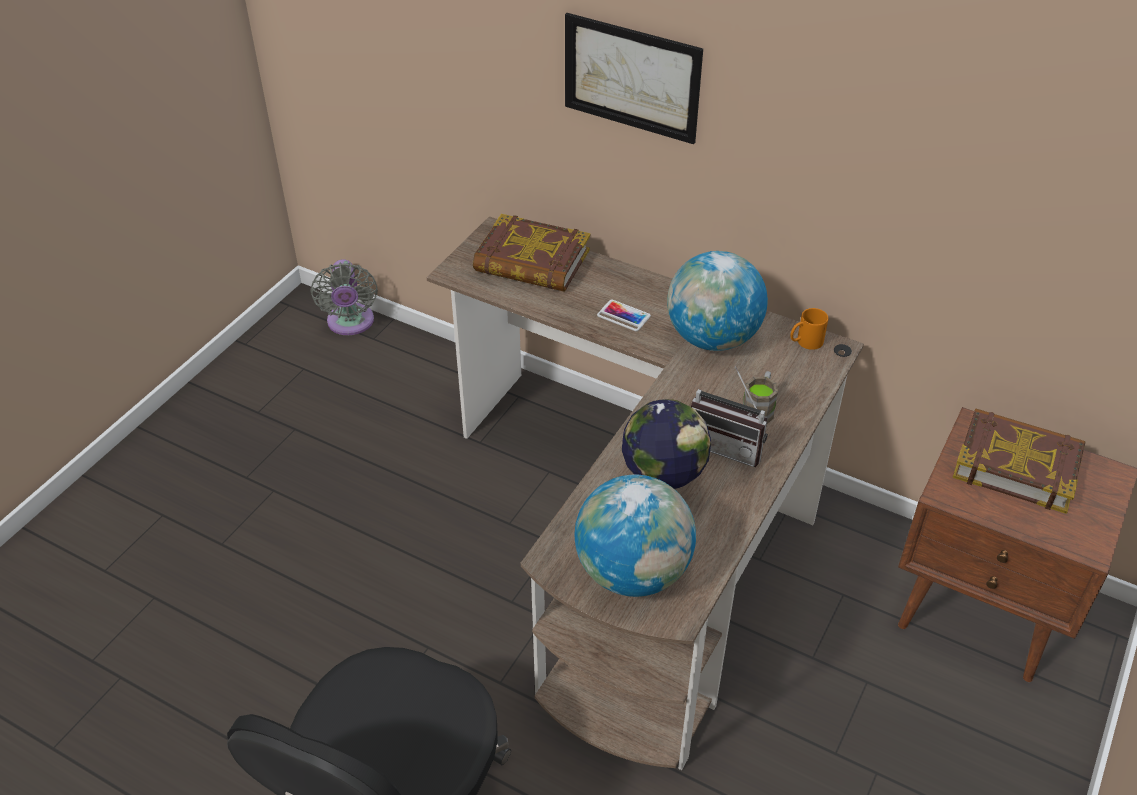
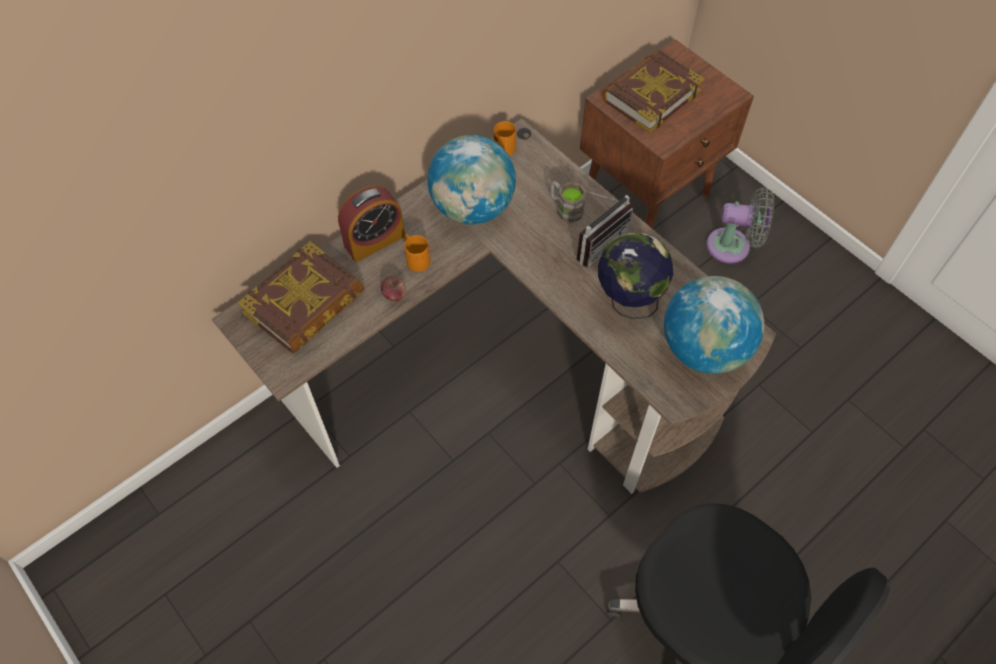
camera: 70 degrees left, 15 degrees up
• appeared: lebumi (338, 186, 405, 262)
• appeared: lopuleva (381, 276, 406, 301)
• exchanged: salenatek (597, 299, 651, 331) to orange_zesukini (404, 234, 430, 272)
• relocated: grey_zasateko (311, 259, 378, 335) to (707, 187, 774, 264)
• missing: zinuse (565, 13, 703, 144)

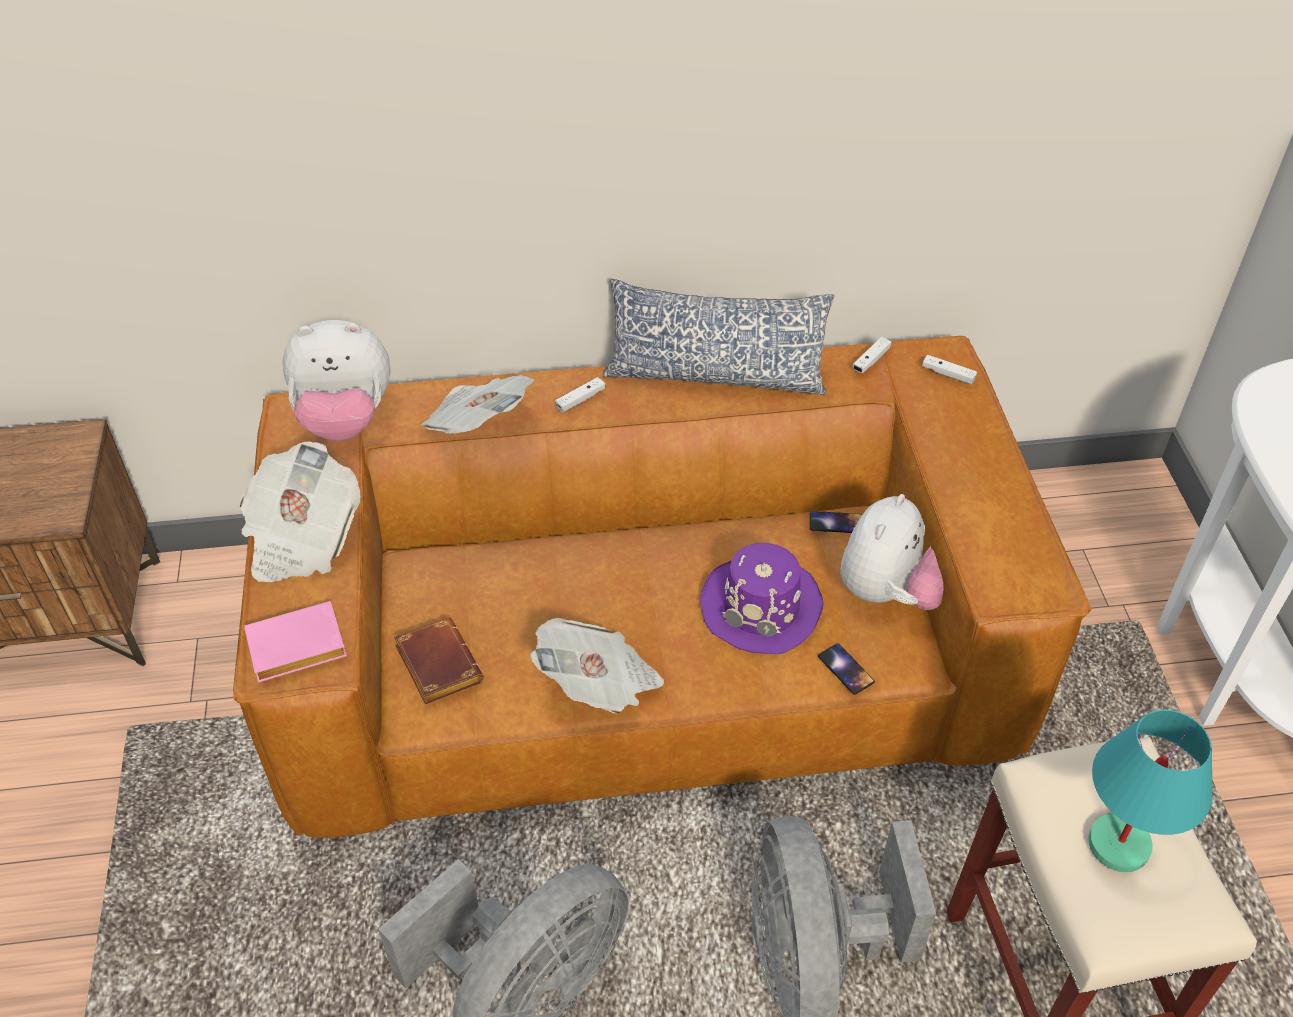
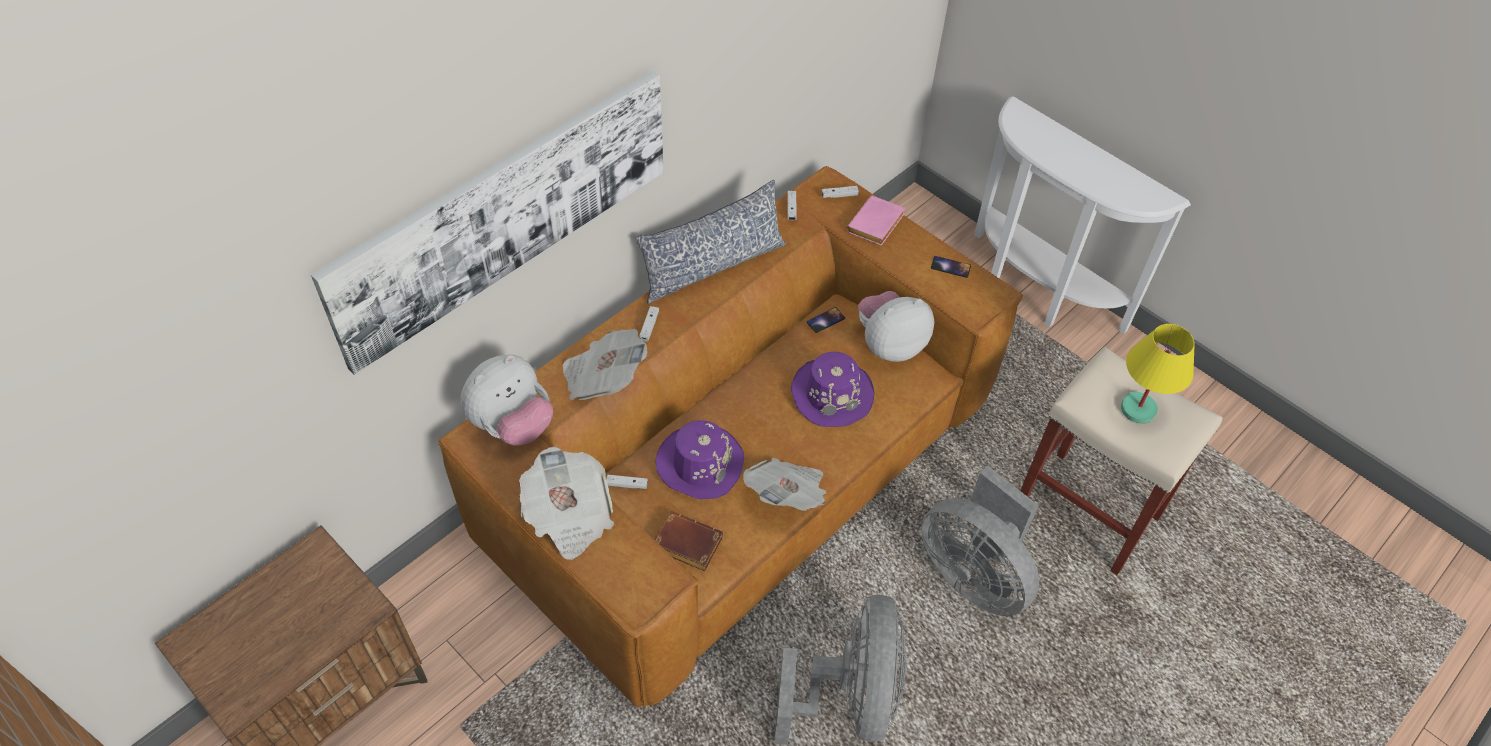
camera: 40 degrees left, 5 degrees up
• appeared: zinuse (311, 70, 664, 375)
• appeared: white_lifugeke (606, 475, 648, 489)
• appeared: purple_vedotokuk (656, 420, 744, 499)
• relocated: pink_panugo (244, 601, 347, 683) to (846, 196, 905, 246)
• spun: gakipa (840, 494, 943, 610) = (858, 291, 934, 362) 105 degrees counterclockwise
• relocated: salenatek (818, 643, 875, 695) to (931, 256, 971, 278)
• colour: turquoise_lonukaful (1088, 709, 1212, 872) to yellow_lonukaful (1121, 324, 1195, 424)

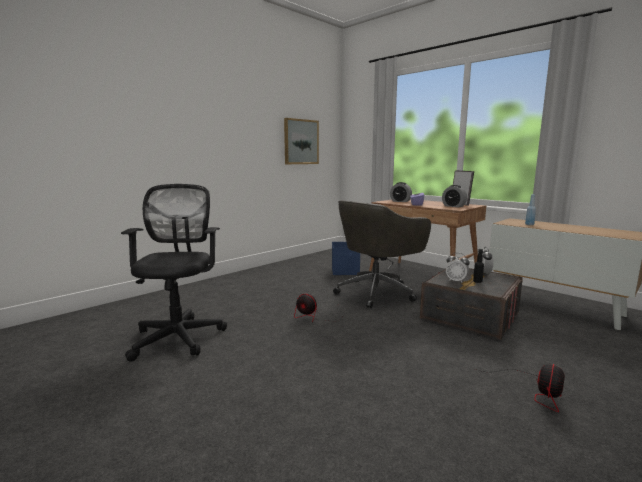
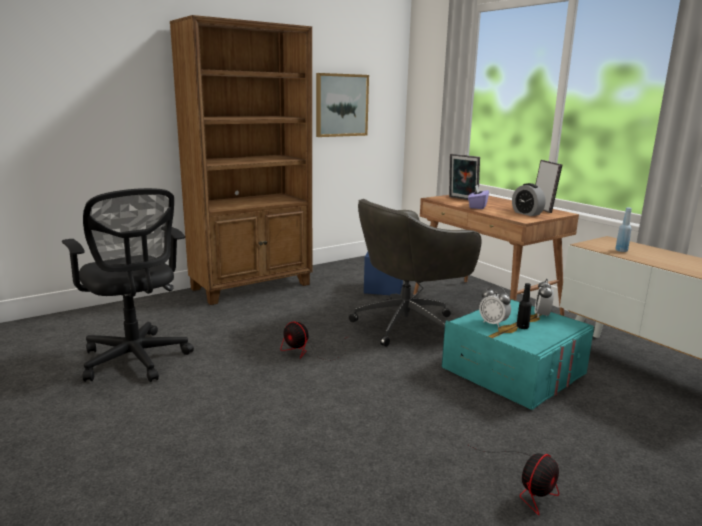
camera: 10 degrees right, 5 degrees up
• spun: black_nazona (121, 184, 227, 362) = (62, 188, 194, 382) 135 degrees clockwise
• appeared: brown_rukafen (170, 15, 312, 305)
• colour: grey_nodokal (420, 268, 523, 340) to turquoise_nodokal (442, 299, 594, 410)
• exchanged: lebumi (390, 182, 412, 202) to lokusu (449, 154, 480, 200)

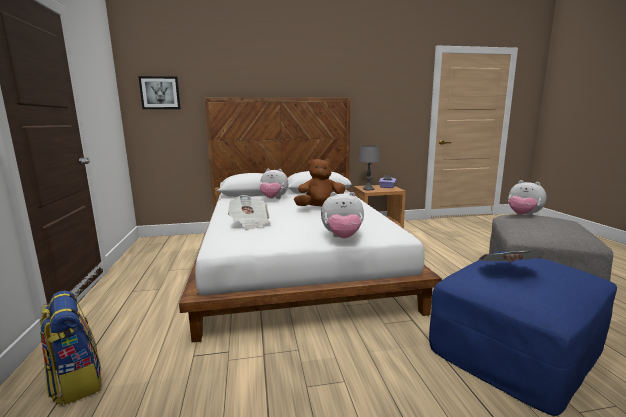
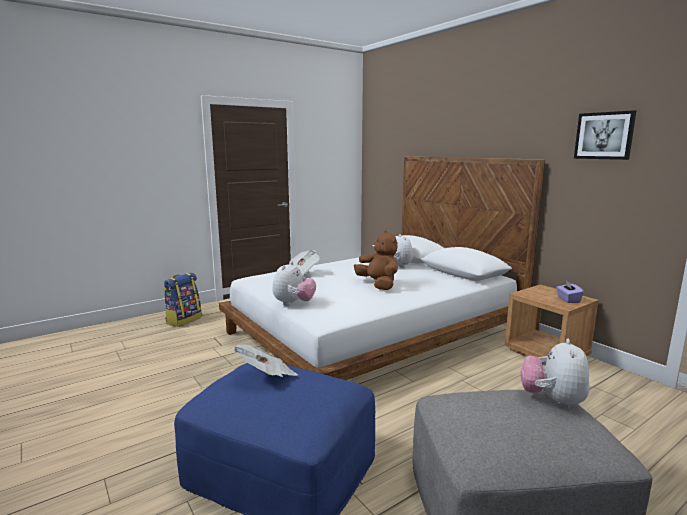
camera: 65 degrees right, 0 degrees up
• spun: gakipa (321, 192, 364, 239) = (273, 261, 316, 306) 135 degrees counterclockwise
• relocated: zinuse (138, 76, 181, 109) to (574, 110, 636, 160)
• missing: grey_lonukaful (358, 146, 380, 190)

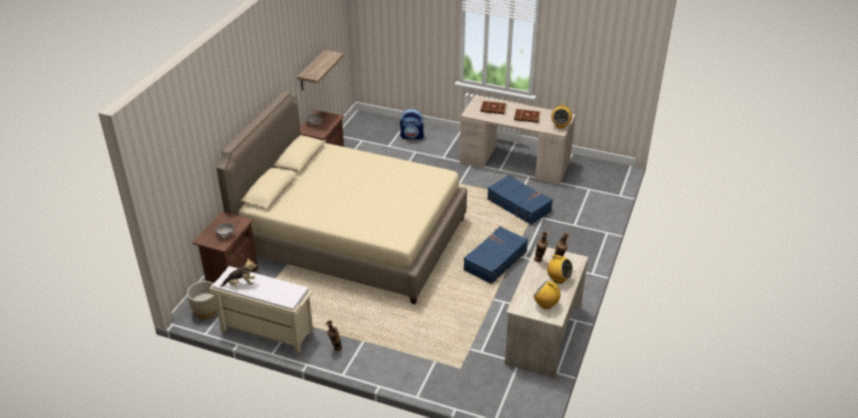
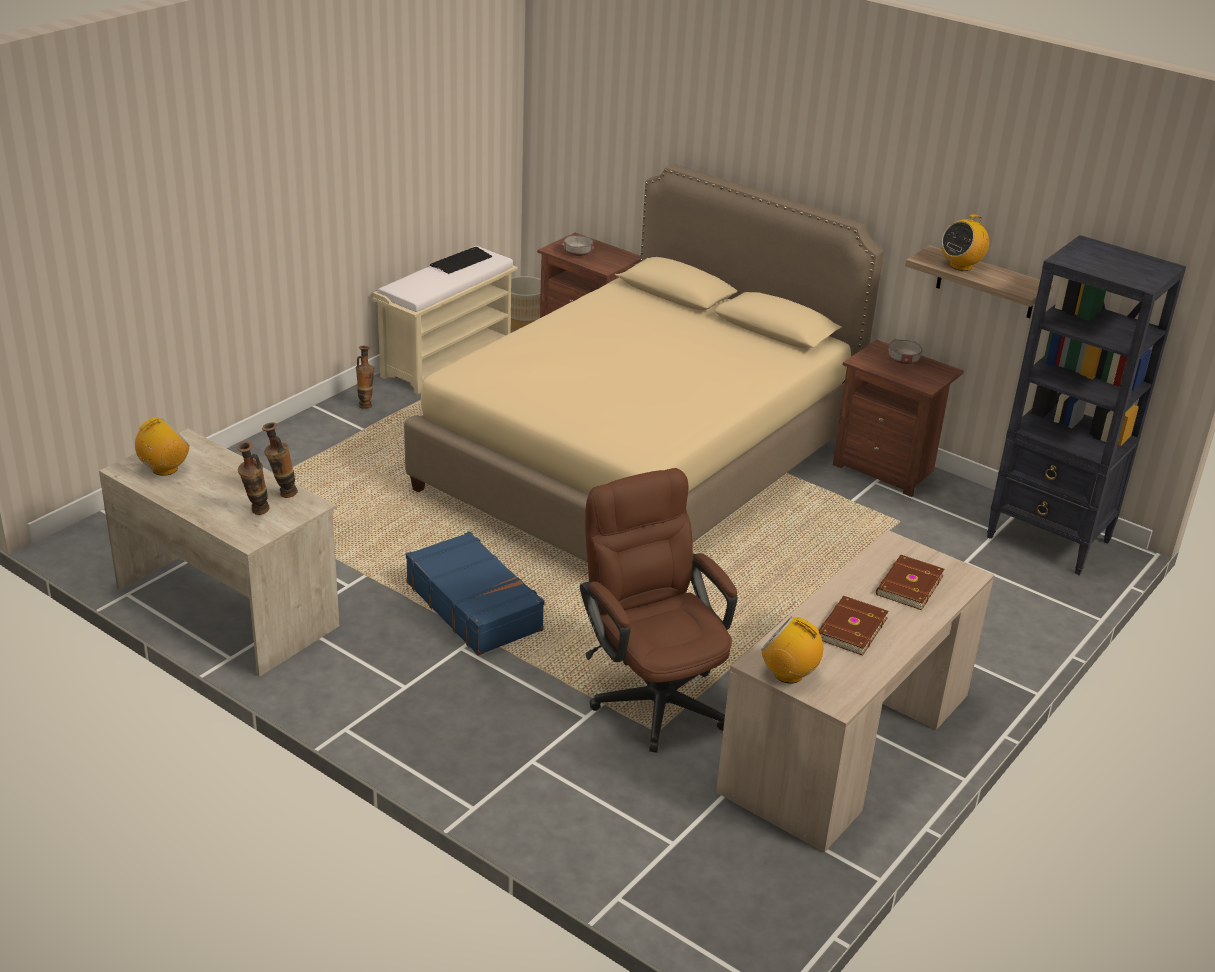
camera: 105 degrees right, 5 degrees down
• exchanged: gakipa (220, 258, 257, 287) to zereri (430, 247, 492, 274)
• exchanged: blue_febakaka (487, 175, 553, 225) to brown_nazona (580, 468, 738, 753)
• relocated: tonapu (545, 255, 573, 284) to (941, 214, 989, 271)
• appeared: black_rukafen (987, 235, 1186, 575)
• missing: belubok (400, 108, 424, 140)

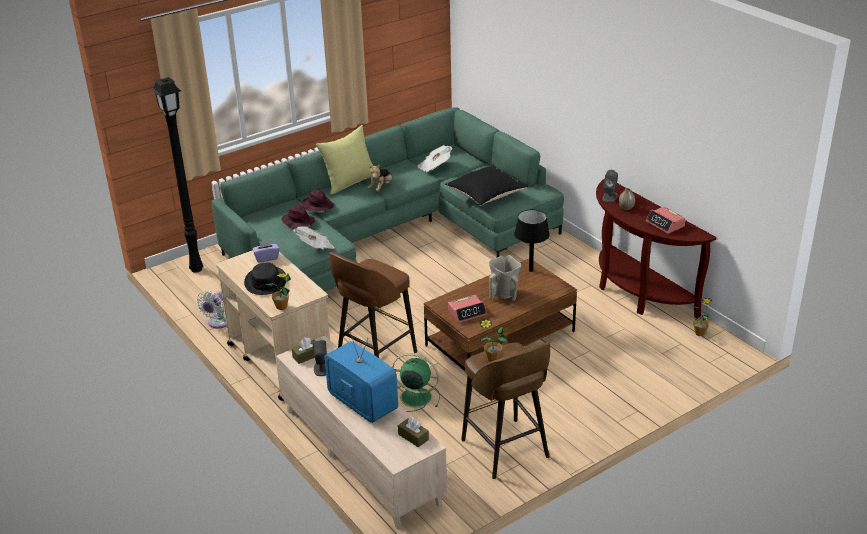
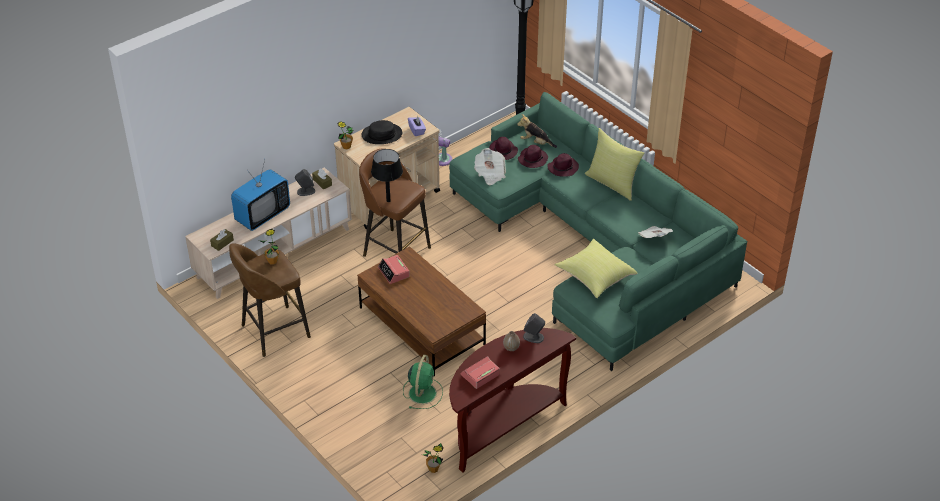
camera: 85 degrees right, 10 degrees up
• relocated: black_lonukaful (514, 209, 550, 272) to (371, 149, 403, 202)
• relocated: green_zasateko (392, 353, 440, 412) to (403, 355, 443, 409)
• appeared: purple_vedotokuk (489, 137, 518, 160)
• relocated: gakipa (367, 164, 392, 191) to (517, 114, 557, 148)
• colour: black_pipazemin (445, 166, 528, 206) to yellow_pipazemin (555, 239, 637, 298)
• missing: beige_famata (489, 255, 521, 301)

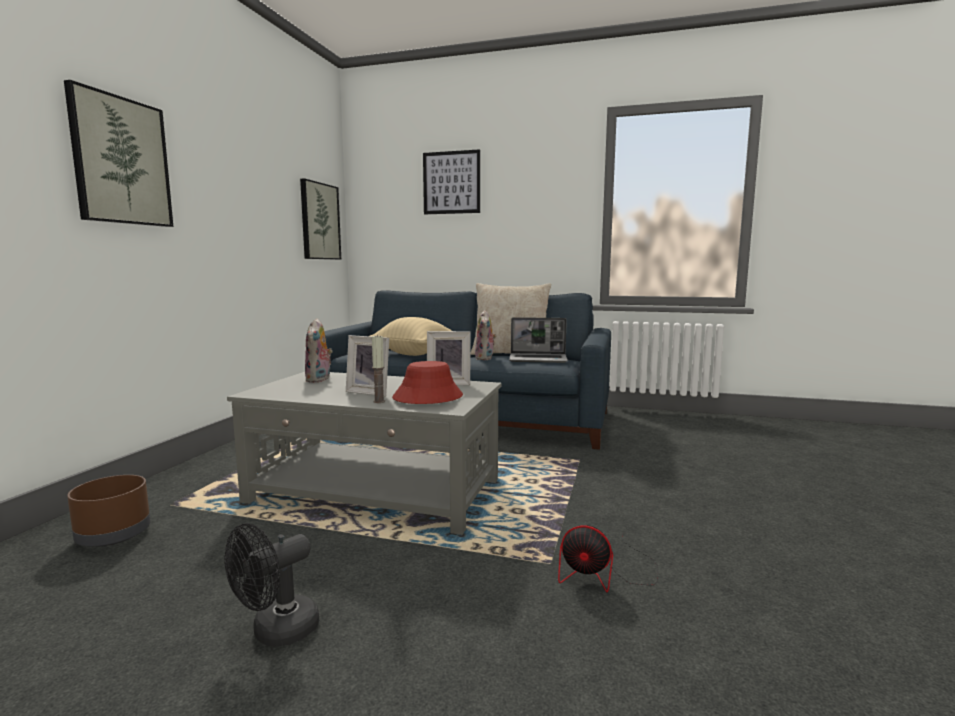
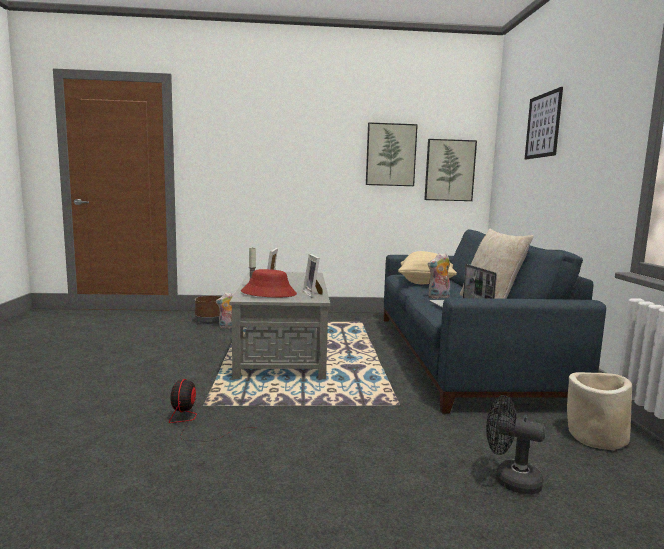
camera: 70 degrees right, 0 degrees up
• relocated: gakipa (305, 318, 333, 383) to (216, 292, 234, 328)
• relocated: zinuse (64, 80, 173, 227) to (366, 122, 418, 186)
• relocated: black_zasateko (224, 523, 319, 647) to (486, 395, 546, 495)
• appeared: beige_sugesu (567, 372, 632, 450)

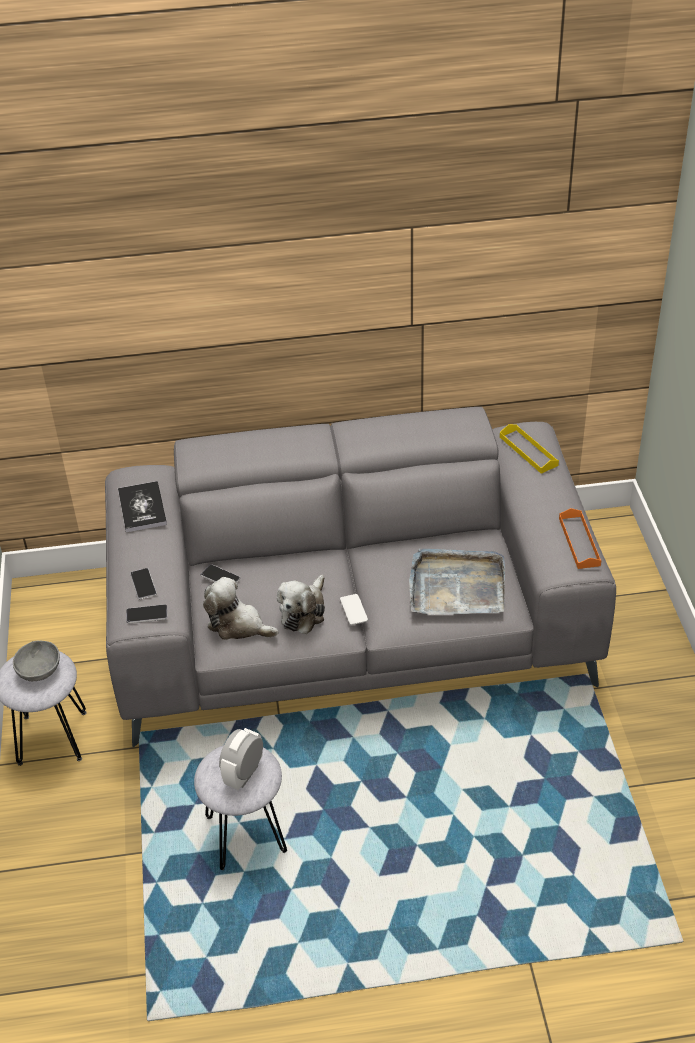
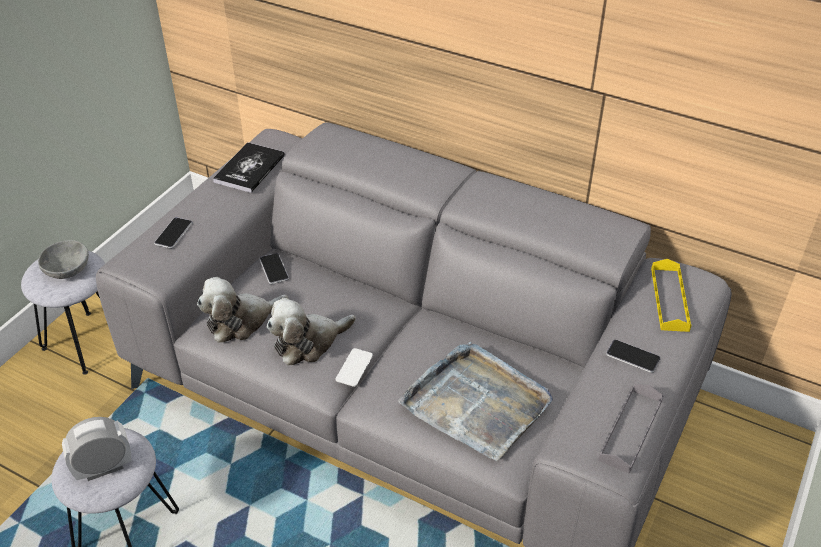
camera: 35 degrees right, 0 degrees up
• spun: gakipa (203, 577, 279, 640) = (197, 277, 288, 343) 90 degrees counterclockwise
• colour: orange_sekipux (559, 508, 601, 569) to grey_sekipux (598, 384, 664, 474)
• relocated: salenatek (126, 604, 168, 624) to (606, 340, 660, 373)

